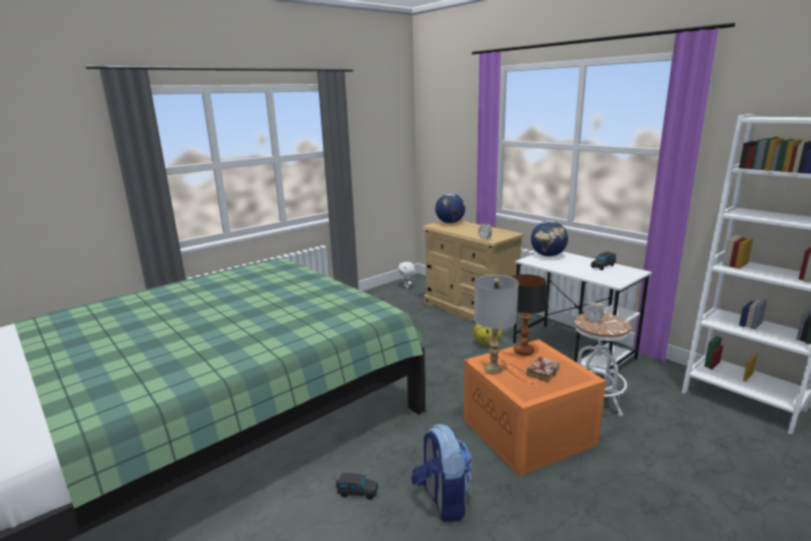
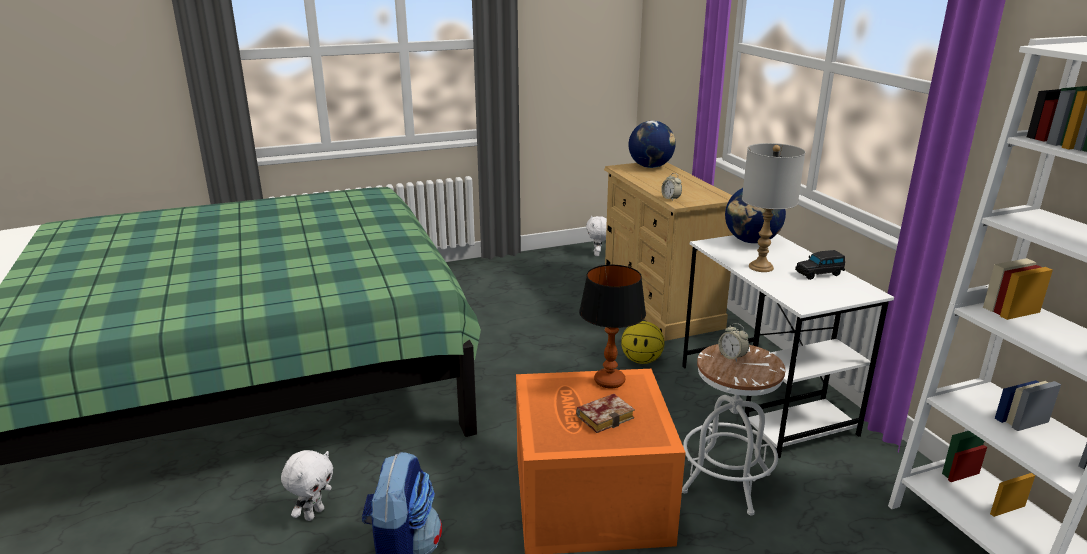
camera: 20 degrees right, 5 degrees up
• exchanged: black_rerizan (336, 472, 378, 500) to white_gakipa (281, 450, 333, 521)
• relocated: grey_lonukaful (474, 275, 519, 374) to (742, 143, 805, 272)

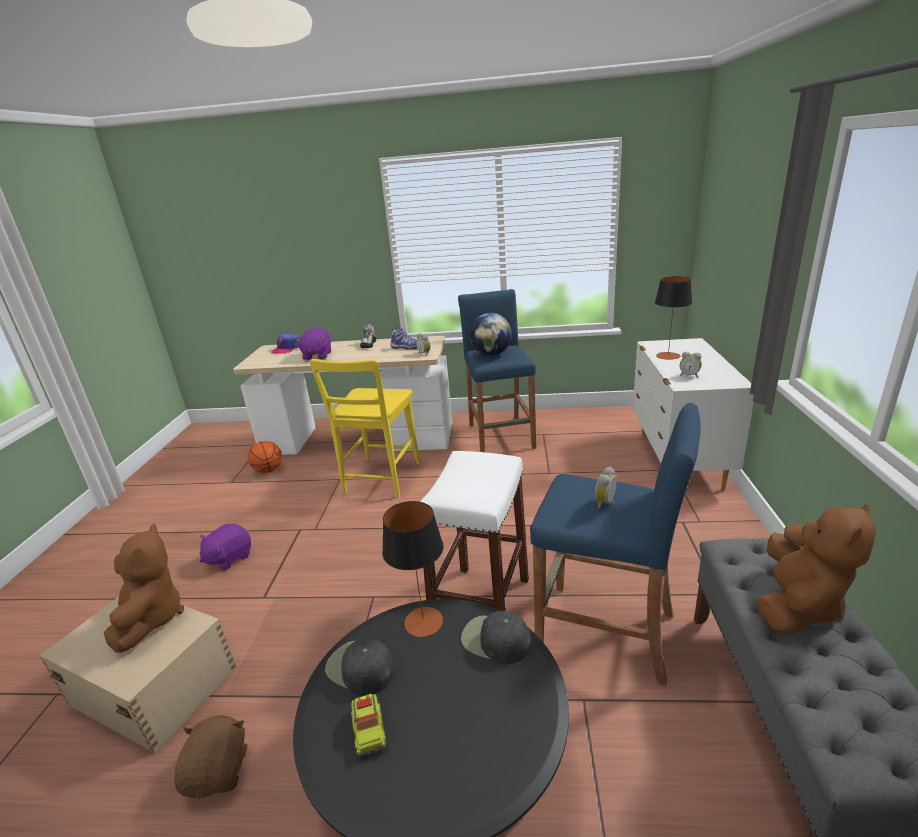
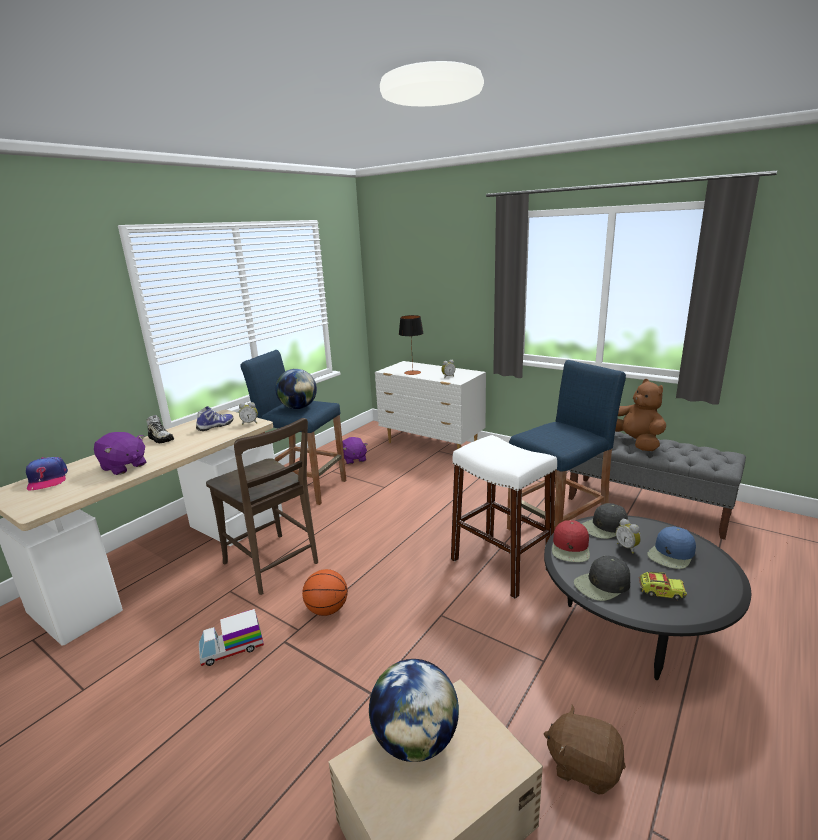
camera: 60 degrees left, 5 degrees down
• appeared: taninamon (199, 609, 264, 666)
• colour: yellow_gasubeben (310, 359, 421, 498) to brown_gasubeben (206, 418, 318, 595)
• relocated: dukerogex (248, 441, 282, 473) to (302, 569, 348, 616)
• relocated: purple_gakipa (199, 524, 251, 571) to (342, 437, 367, 464)
• exchanged: brown_gakipa (104, 524, 184, 652) to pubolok (369, 659, 459, 762)
• exchanged: lonukaful (382, 501, 444, 637) to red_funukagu (552, 520, 590, 562)
• relocated: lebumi (595, 467, 617, 509) to (616, 518, 641, 553)
• appeared: blue_funukagu (647, 526, 696, 569)

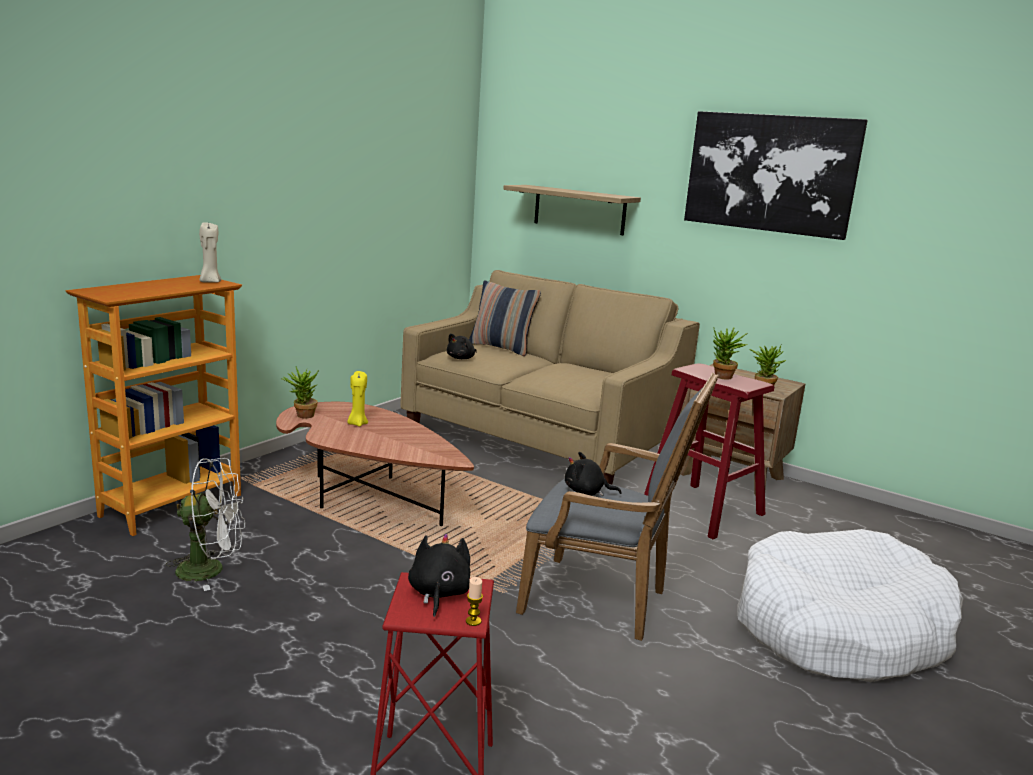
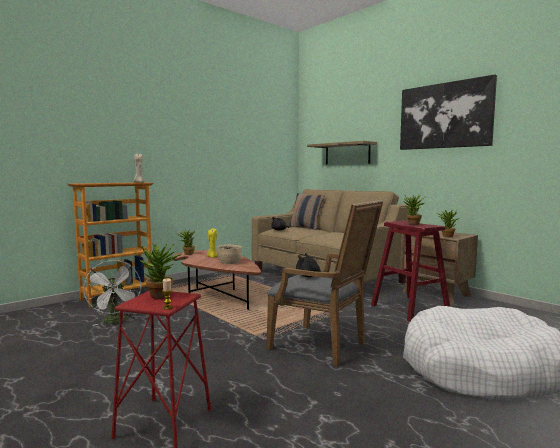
camera: 15 degrees right, 10 degrees down
• spun: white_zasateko (166, 458, 245, 591) = (83, 260, 141, 326) 60 degrees clockwise
• exchanged: black_gakipa (408, 534, 470, 617) to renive (139, 242, 181, 299)
• appeared: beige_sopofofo (217, 245, 242, 264)

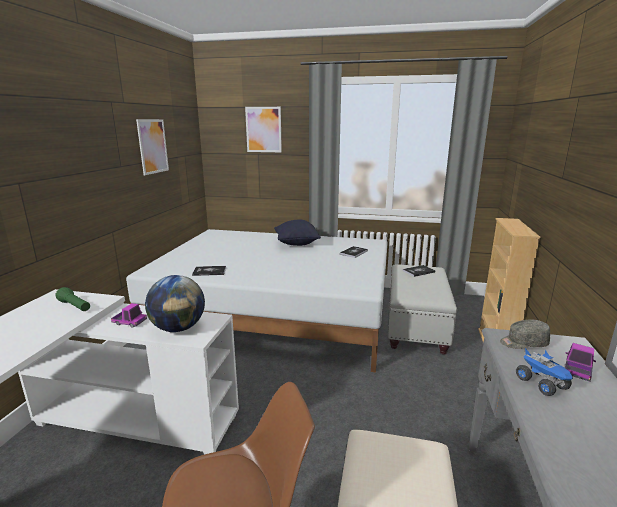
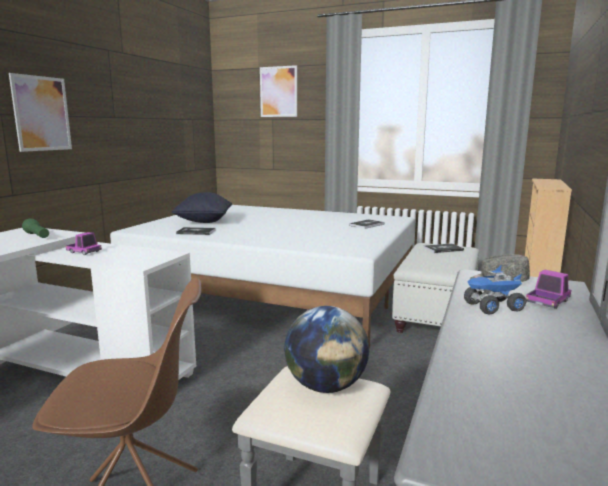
camera: 10 degrees right, 5 degrees down
• relocated: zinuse (136, 119, 169, 175) to (9, 73, 72, 152)
• relocated: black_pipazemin (274, 220, 321, 246) to (172, 192, 232, 223)
• relocated: pubolok (145, 275, 205, 332) to (284, 306, 369, 393)
• spun: taninamon (516, 348, 573, 396) = (464, 265, 526, 314) 90 degrees clockwise

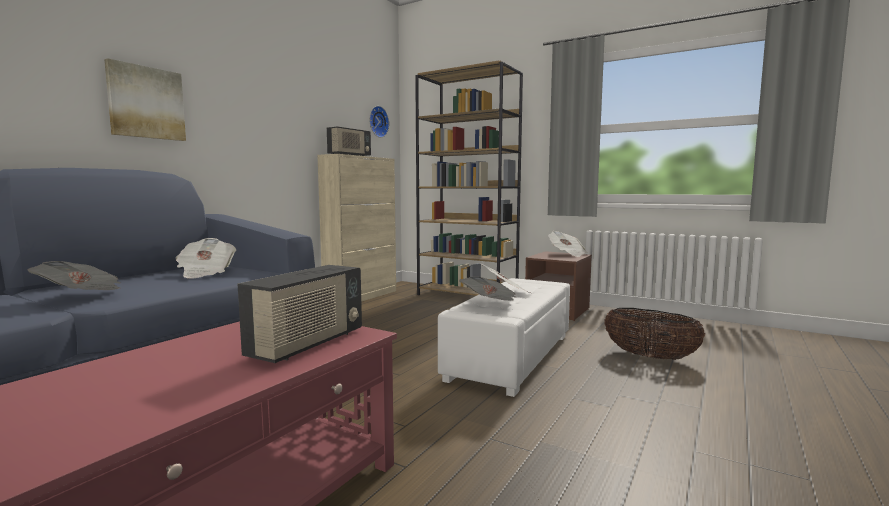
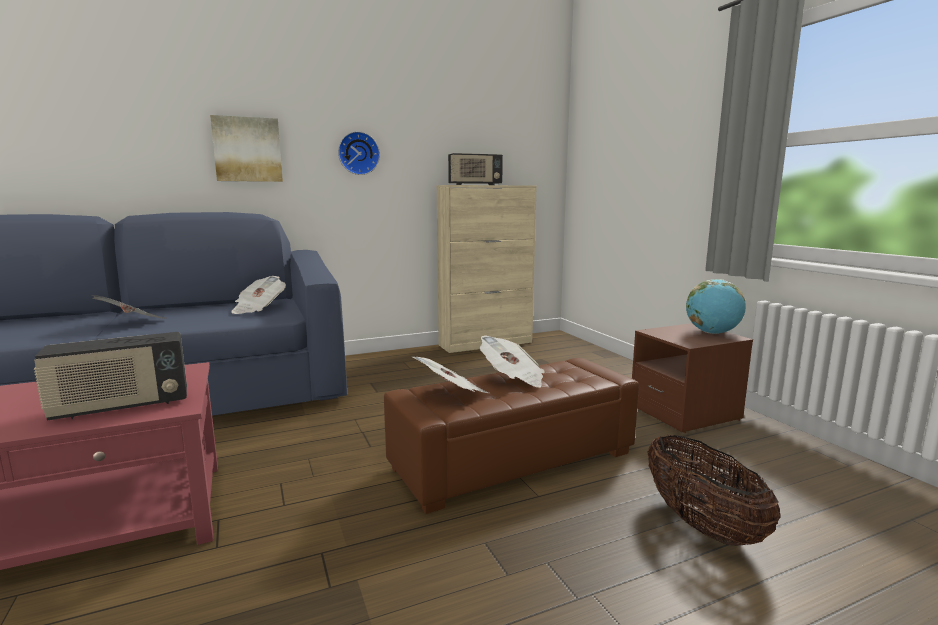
camera: 35 degrees right, 5 degrees up
• relocated: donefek (369, 106, 389, 138) to (338, 131, 380, 175)
• colour: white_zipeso (438, 278, 570, 397) to brown_zipeso (384, 358, 639, 514)
• exchanged: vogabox (548, 231, 587, 257) to pubolok (686, 279, 746, 334)
• missing: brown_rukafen (415, 60, 523, 296)

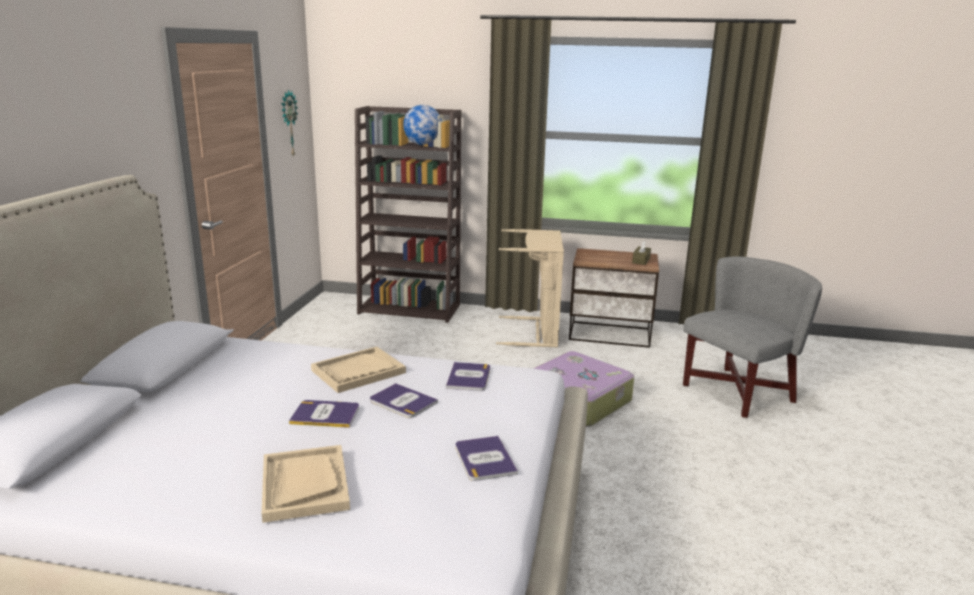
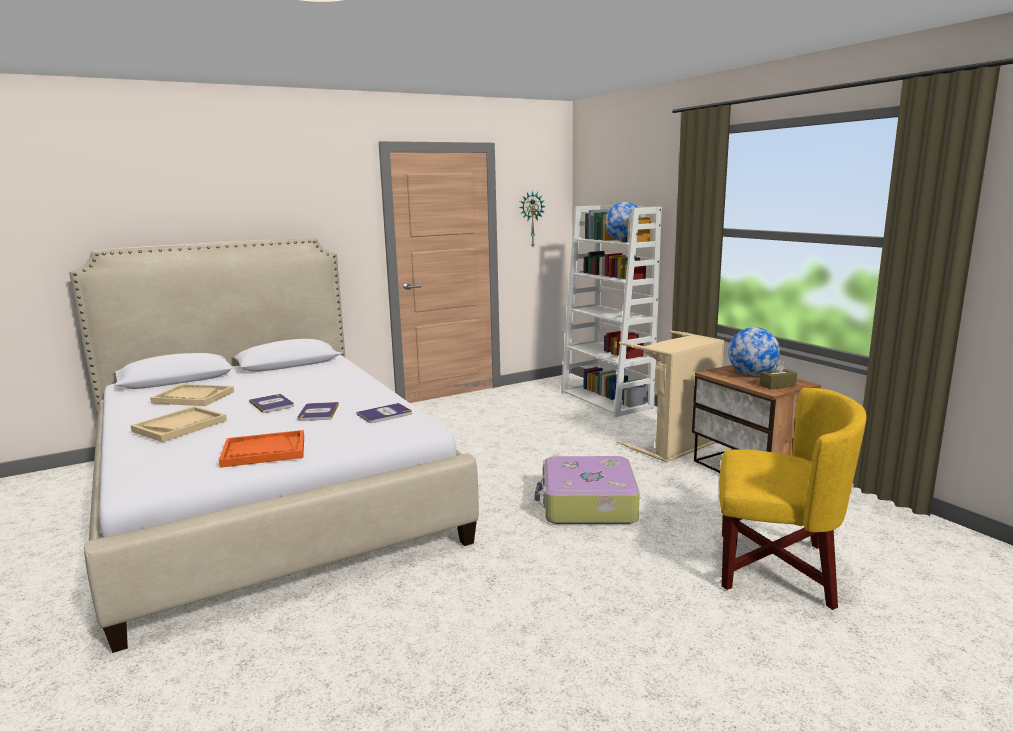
camera: 50 degrees right, 5 degrees down
• relocated: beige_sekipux (311, 347, 406, 393) to (150, 384, 234, 406)
• exchanged: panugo (455, 436, 518, 481) to orange_sekipux (219, 430, 304, 468)
• colour: brown_rukafen (355, 106, 461, 323) to white_rukafen (561, 205, 662, 417)
• colour: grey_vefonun (683, 256, 822, 418) to yellow_vefonun (719, 388, 866, 610)
• appeared: pubolok (728, 327, 780, 376)

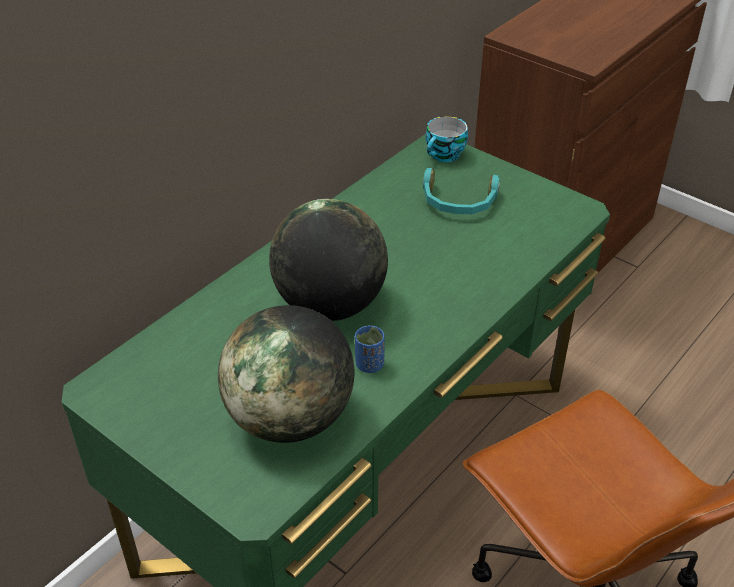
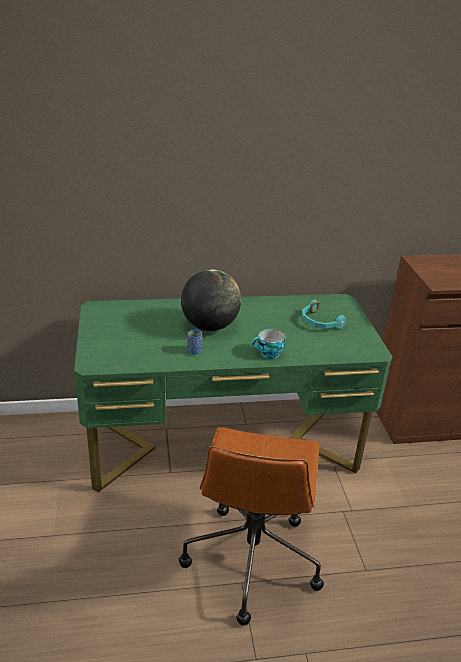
camera: 40 degrees right, 10 degrees down
• relocated: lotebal (426, 116, 468, 162) to (252, 329, 285, 359)
• missing: pubolok (218, 305, 354, 443)

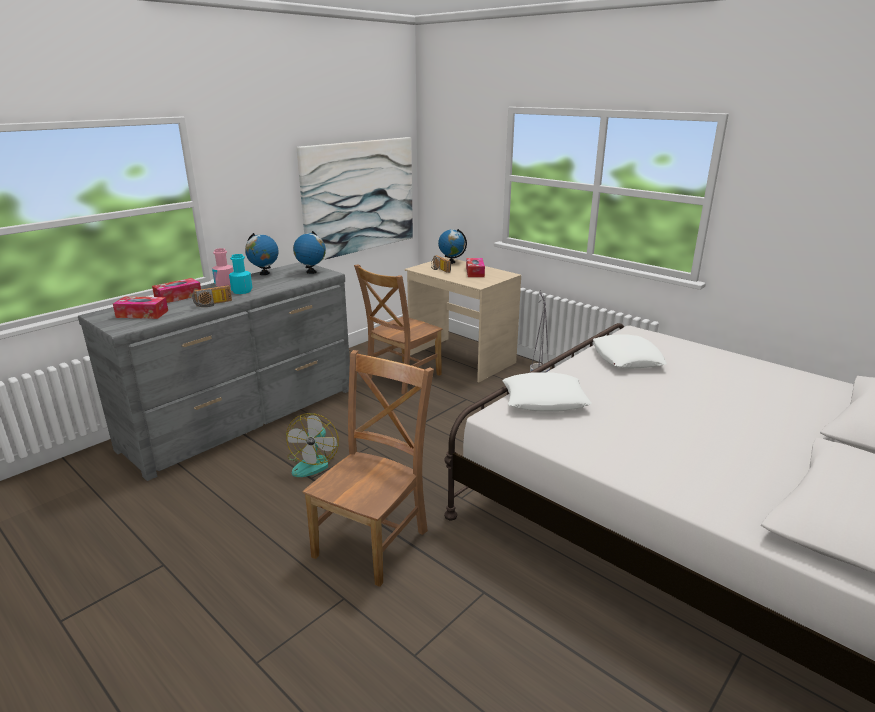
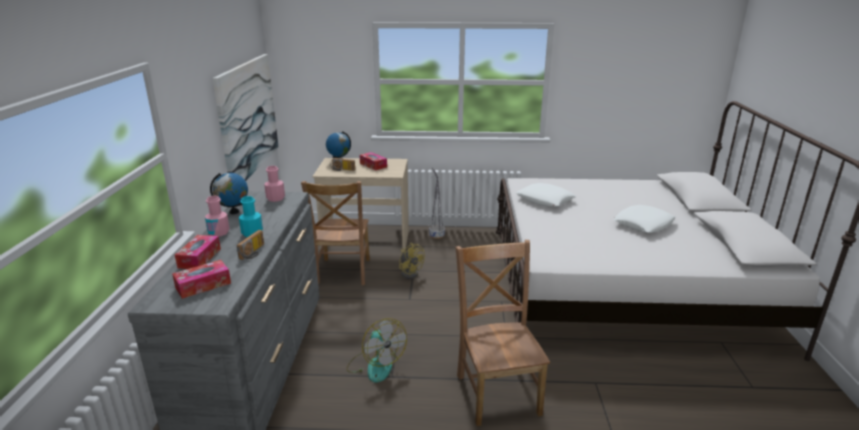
camera: 40 degrees left, 0 degrees up
• exchanged: pubolok (293, 231, 326, 274) to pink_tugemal (264, 166, 285, 202)
• appeared: yellow_zasateko (399, 243, 425, 279)
• relocated: white_pipazemin (503, 372, 592, 411) to (613, 205, 676, 233)

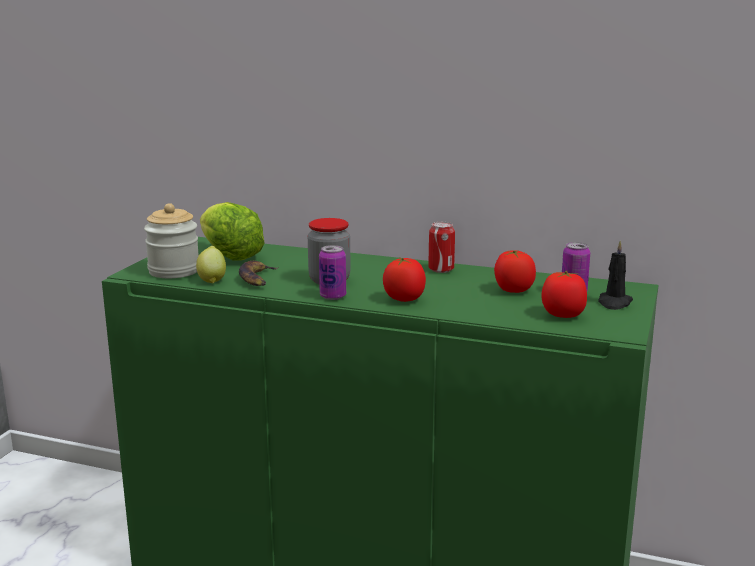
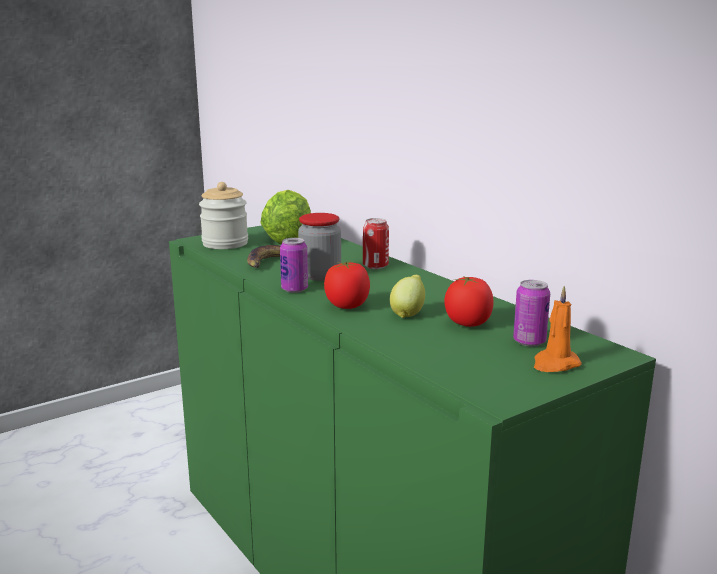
camera: 35 degrees right, 0 degrees up
• relocated: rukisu (428, 222, 455, 273) to (363, 218, 389, 269)
• relocated: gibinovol (196, 246, 226, 283) to (390, 275, 425, 318)
• colour: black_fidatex (598, 241, 633, 310) to orange_fidatex (534, 286, 582, 372)
• missing: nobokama (542, 270, 587, 318)

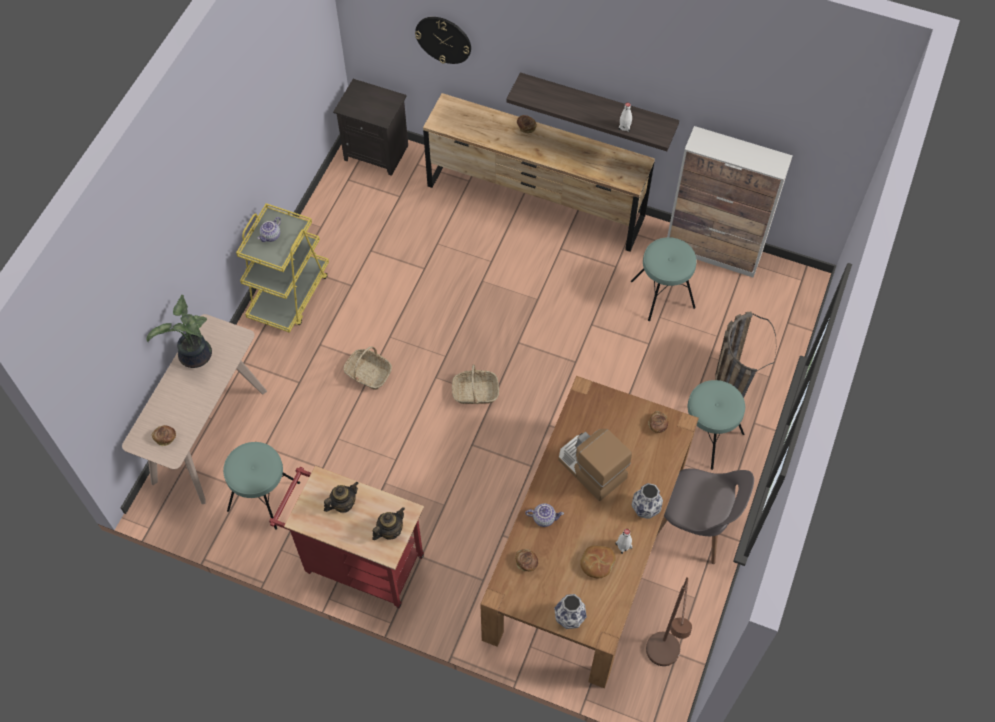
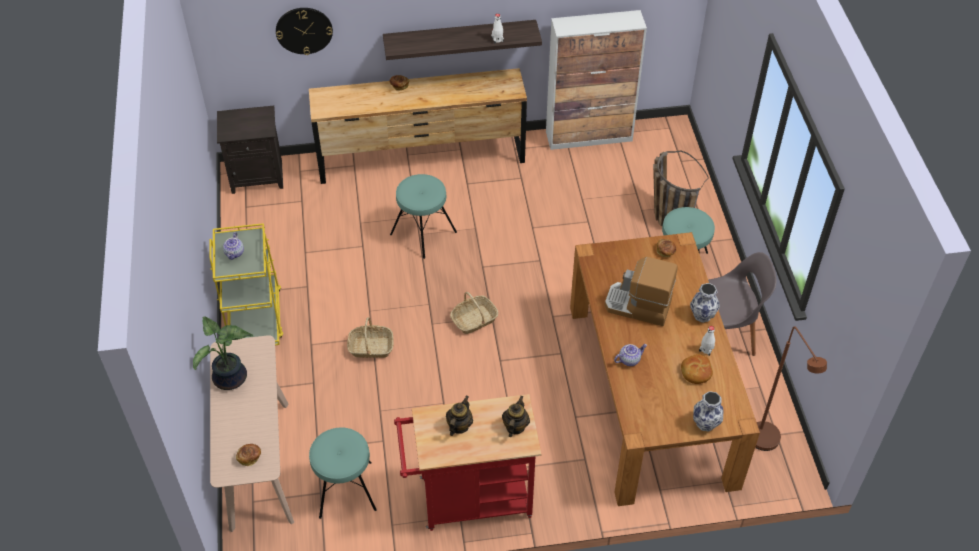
camera: 30 degrees left, 10 degrees down
• relocated: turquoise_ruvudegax (631, 237, 697, 321) to (390, 174, 457, 259)
• missing: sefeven (515, 549, 538, 572)

